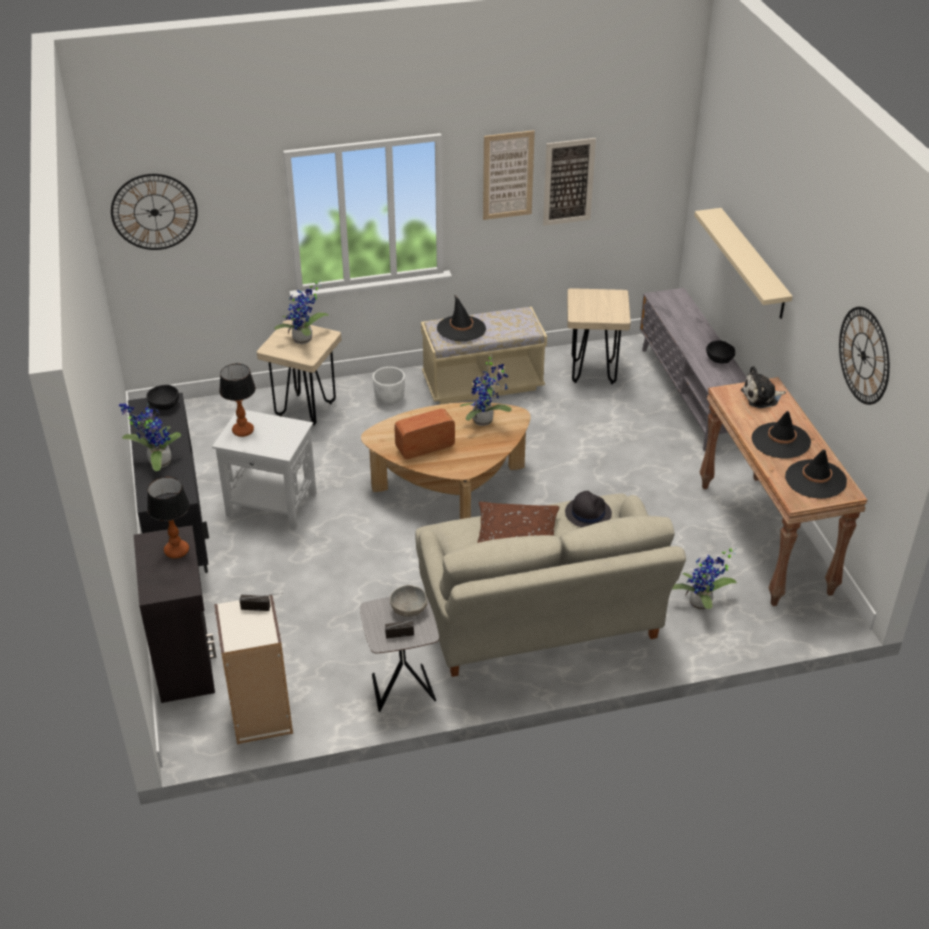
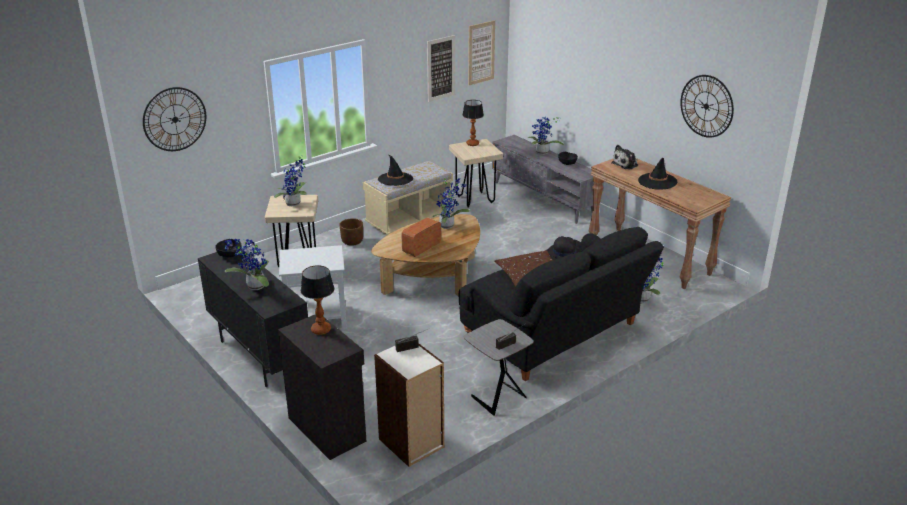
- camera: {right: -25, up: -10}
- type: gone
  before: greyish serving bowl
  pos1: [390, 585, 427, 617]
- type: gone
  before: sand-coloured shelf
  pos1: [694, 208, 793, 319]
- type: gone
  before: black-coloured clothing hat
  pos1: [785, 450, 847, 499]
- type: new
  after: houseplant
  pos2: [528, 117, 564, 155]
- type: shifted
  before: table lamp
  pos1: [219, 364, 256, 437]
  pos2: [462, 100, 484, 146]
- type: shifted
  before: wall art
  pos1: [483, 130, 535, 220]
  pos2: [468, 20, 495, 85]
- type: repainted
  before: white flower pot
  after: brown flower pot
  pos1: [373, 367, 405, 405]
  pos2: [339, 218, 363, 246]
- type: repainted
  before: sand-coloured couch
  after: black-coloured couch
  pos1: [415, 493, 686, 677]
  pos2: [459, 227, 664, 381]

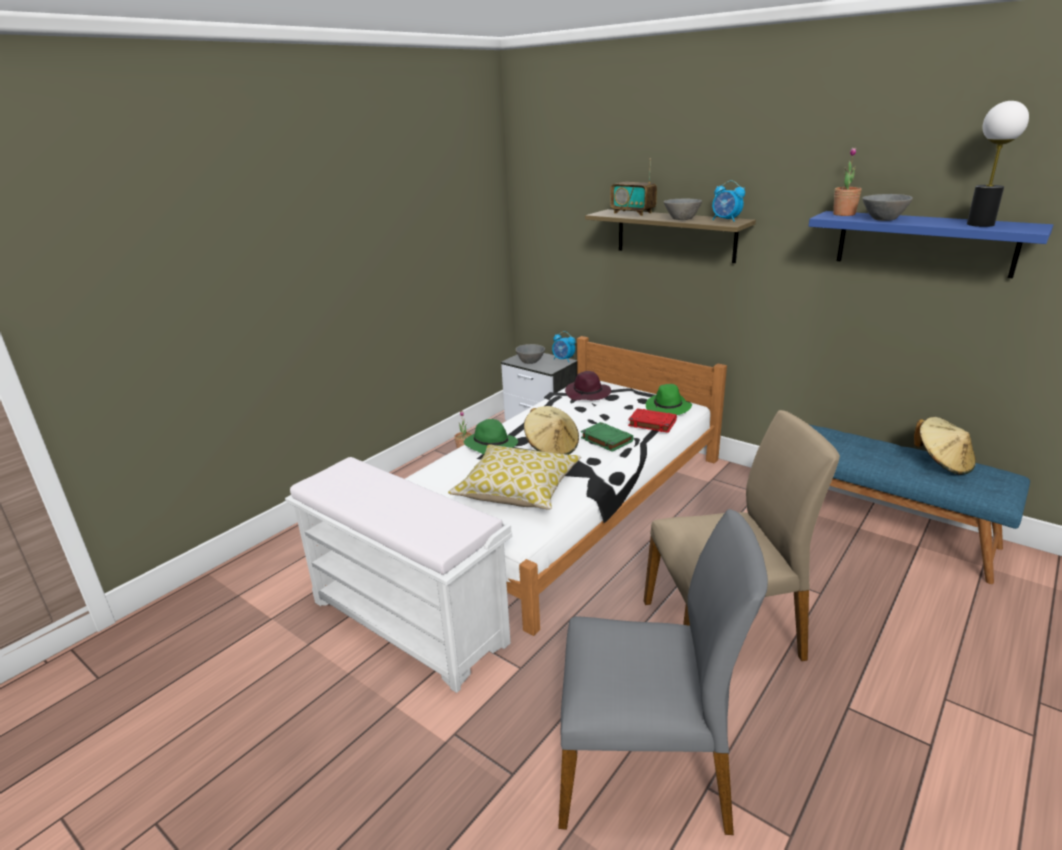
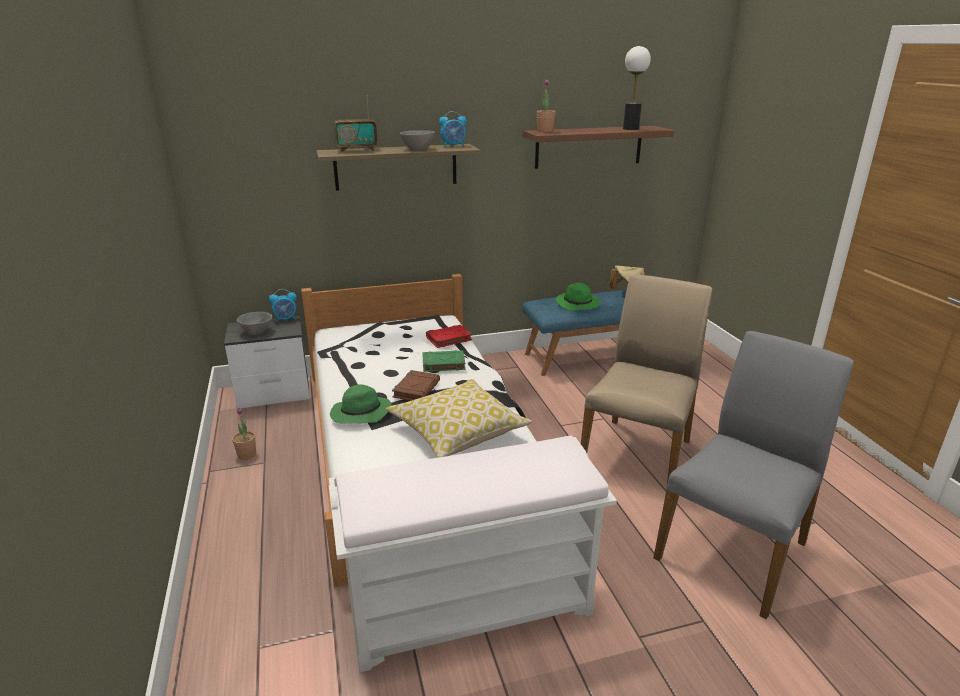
- camera: {right: -55, up: 0}
- type: gone
  before: purple clothing hat
  pos1: [565, 371, 611, 400]
- type: gone
  before: greyish serving bowl
  pos1: [862, 194, 913, 221]
- type: shifted
  before: green-coloured clothing hat
  pos1: [646, 384, 692, 415]
  pos2: [556, 283, 601, 311]
- type: swapped
  before: sand-coloured clothing hat
  after: brown bound book
  pos1: [524, 406, 579, 455]
  pos2: [392, 370, 440, 401]
- type: repainted
  before: blue-coloured shelf
  after: brown shelf
  pos1: [809, 211, 1053, 279]
  pos2: [523, 126, 674, 169]

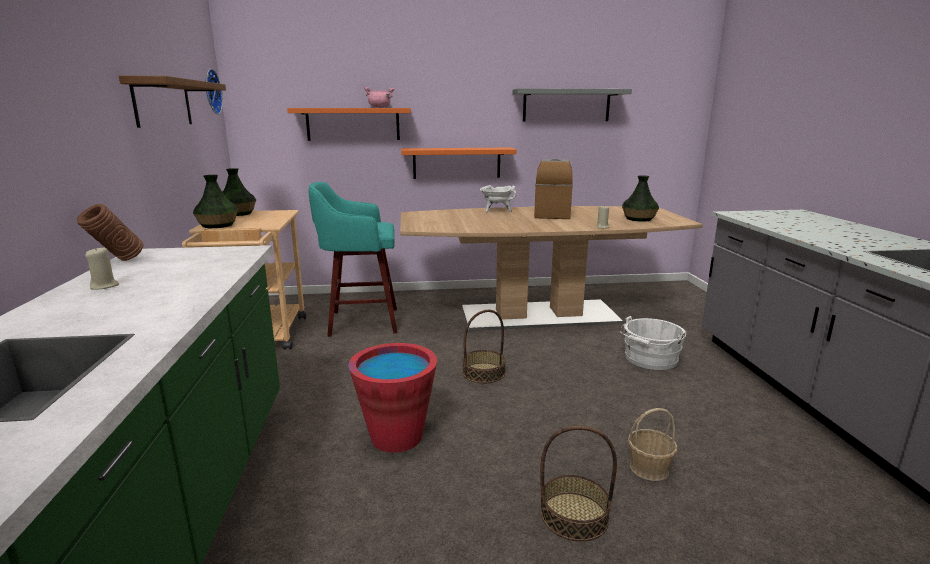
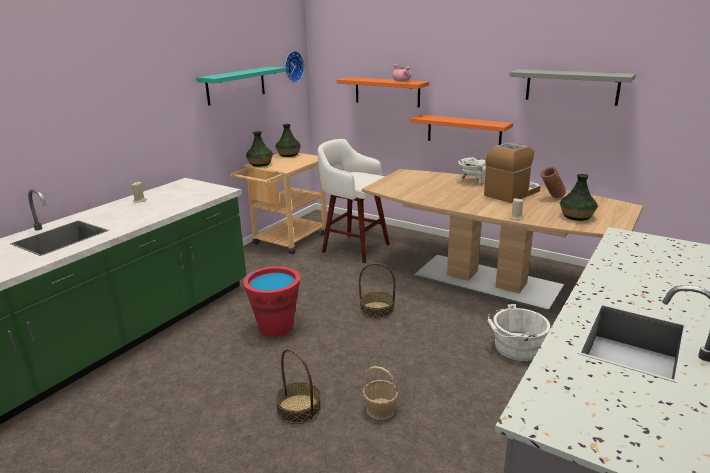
- camera: {right: 40, up: 5}
- type: shifted
  before: brown decorative vase
  pos1: [77, 204, 143, 261]
  pos2: [541, 167, 566, 198]
- type: repainted
  before: brown shelf
  after: blue-green shelf
  pos1: [119, 76, 226, 128]
  pos2: [196, 67, 286, 105]
- type: repainted
  before: blue-green sitting stool
  after: white sitting stool
  pos1: [309, 182, 397, 337]
  pos2: [318, 139, 390, 263]

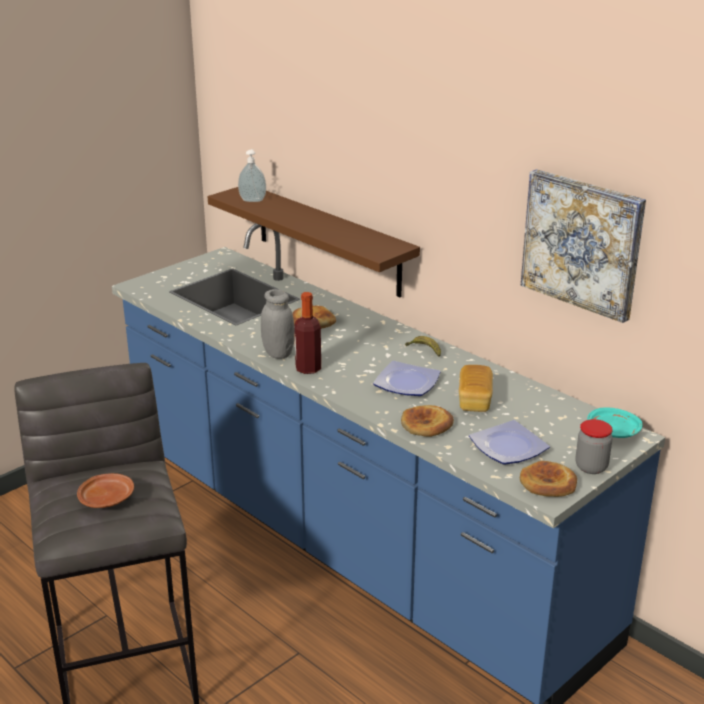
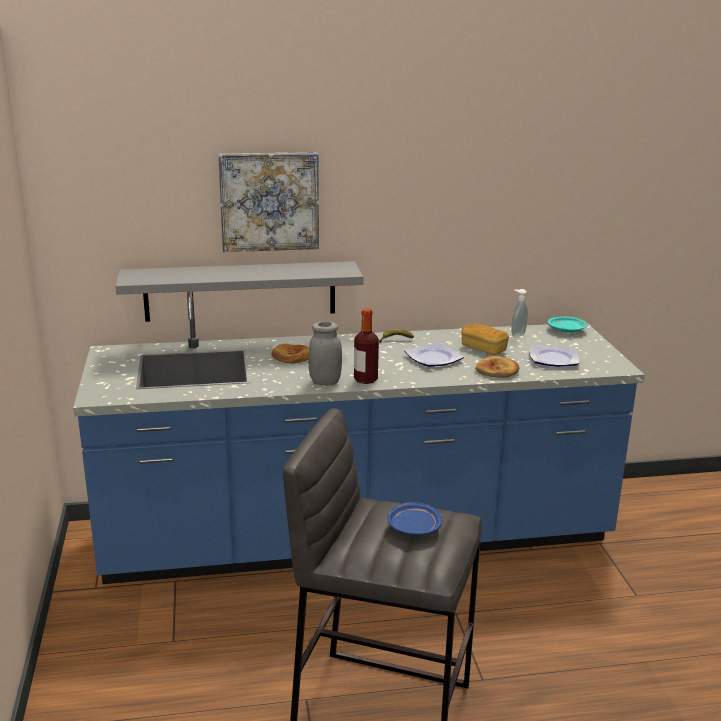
- camera: {right: -55, up: -5}
- type: gone
  before: baked bread
  pos1: [520, 461, 577, 497]
- type: gone
  before: preserve jar
  pos1: [575, 419, 613, 474]
- type: shifted
  before: soap dispenser
  pos1: [238, 149, 266, 202]
  pos2: [511, 289, 528, 338]
- type: shifted
  before: wall art
  pos1: [521, 169, 646, 323]
  pos2: [218, 152, 319, 252]
- type: repainted
  before: brown dinner plate
  after: blue-coloured dinner plate
  pos1: [77, 473, 134, 508]
  pos2: [387, 502, 442, 536]
- type: repainted
  before: brown shelf
  after: greyish shelf
  pos1: [208, 187, 420, 297]
  pos2: [115, 261, 363, 322]

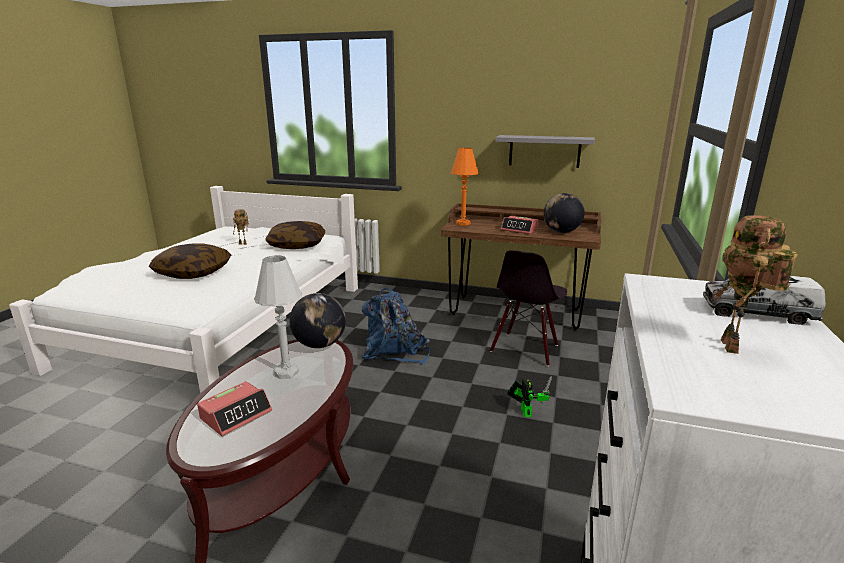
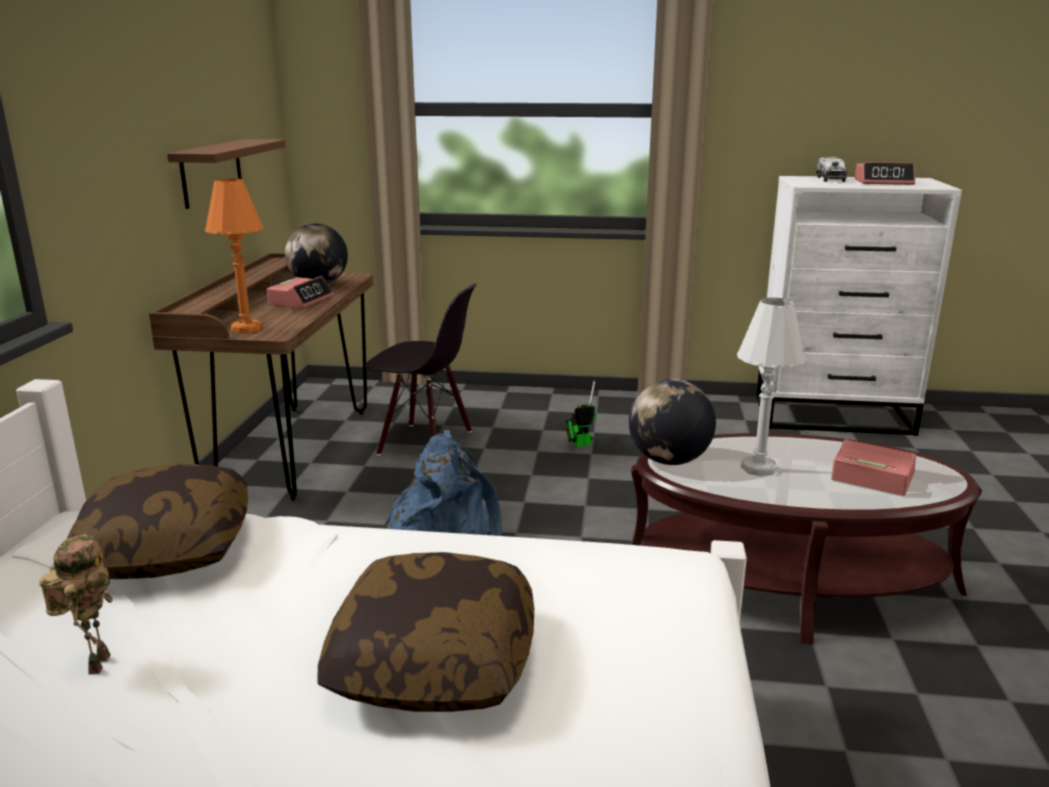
- camera: {right: -100, up: 0}
- type: swapped
  before: robot figure
  after: table clock
  pos1: [711, 215, 798, 354]
  pos2: [855, 162, 915, 185]
- type: repainted
  before: greyish shelf
  after: brown shelf
  pos1: [496, 135, 595, 168]
  pos2: [167, 139, 285, 209]

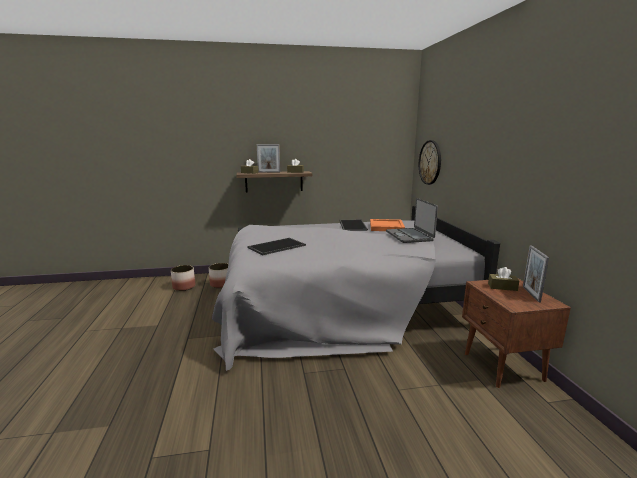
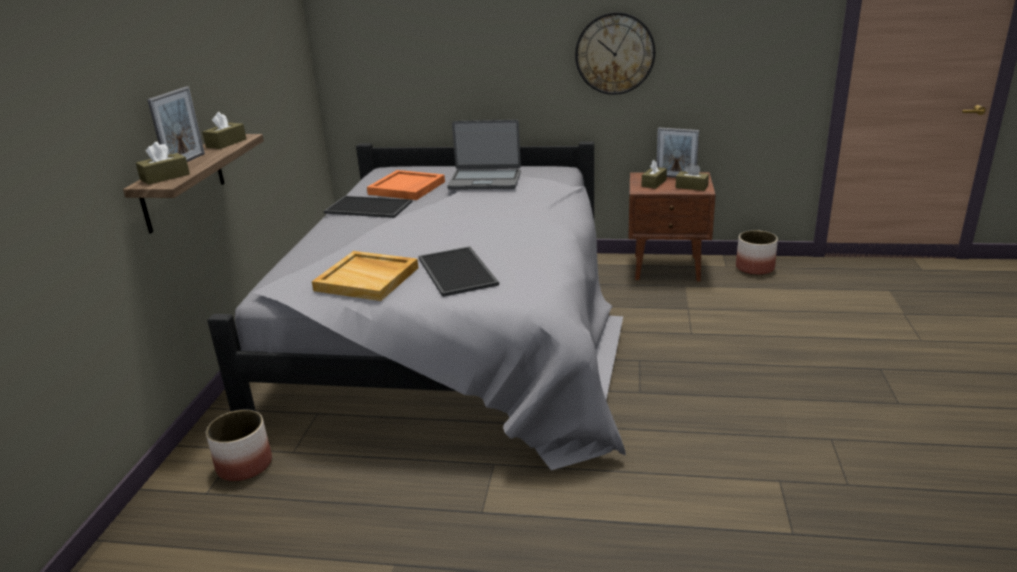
- camera: {right: -70, up: 10}
- type: new
  after: sand-coloured tray
  pos2: [312, 251, 418, 301]
- type: new
  after: brown tissue box
  pos2: [675, 163, 709, 191]
- type: shifted
  before: flower pot
  pos1: [171, 265, 195, 291]
  pos2: [736, 230, 778, 275]
- type: shifted
  before: clock on the wall
  pos1: [419, 140, 441, 185]
  pos2: [575, 12, 655, 95]

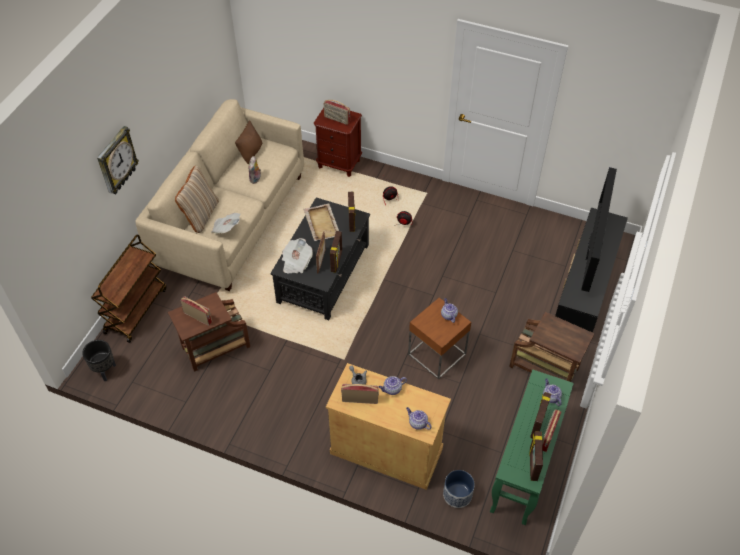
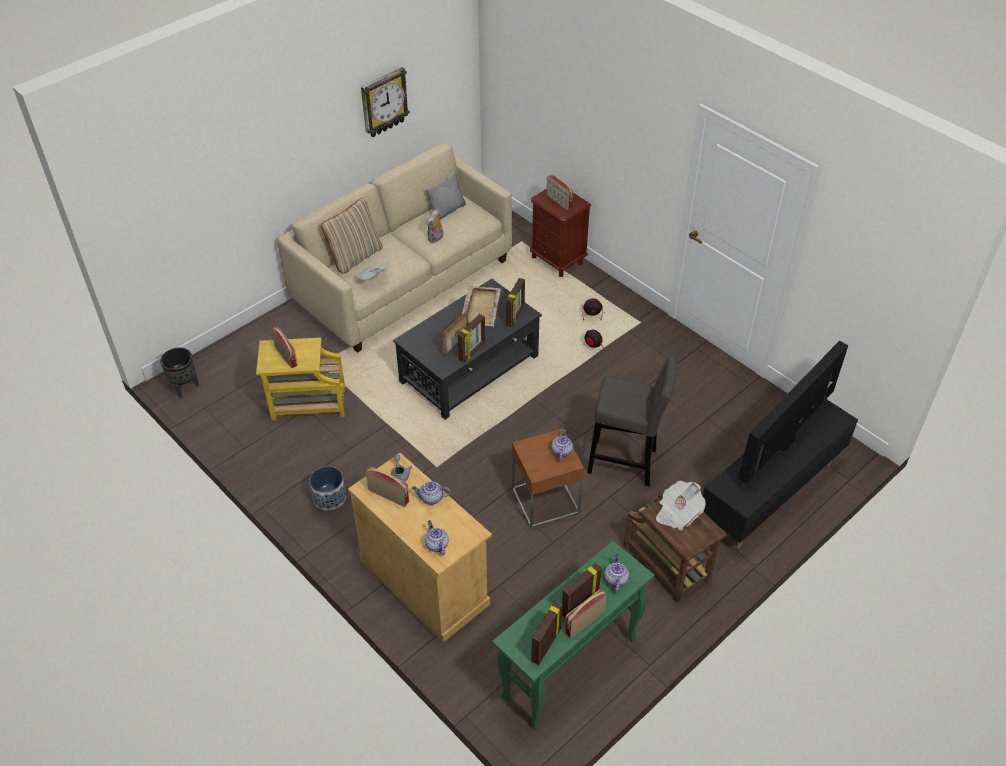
- camera: {right: 25, up: -5}
- type: gone
  before: brown wheeled cart
  pos1: [91, 234, 167, 343]
- type: new
  after: greyish sitting stool
  pos2: [587, 356, 677, 486]
- type: shifted
  before: clock on the wall
  pos1: [97, 126, 139, 194]
  pos2: [361, 67, 410, 137]
- type: shifted
  before: daily paper
  pos1: [282, 238, 313, 273]
  pos2: [656, 480, 706, 531]
- type: shifted
  before: flower pot
  pos1: [443, 470, 475, 508]
  pos2: [309, 466, 346, 510]
- type: repainted
  before: brown accent table
  after: yellowish accent table
  pos1: [168, 292, 250, 372]
  pos2: [256, 337, 345, 421]
- type: repainted
  before: brown pillow
  after: greyish pillow
  pos1: [235, 120, 262, 164]
  pos2: [426, 172, 466, 219]

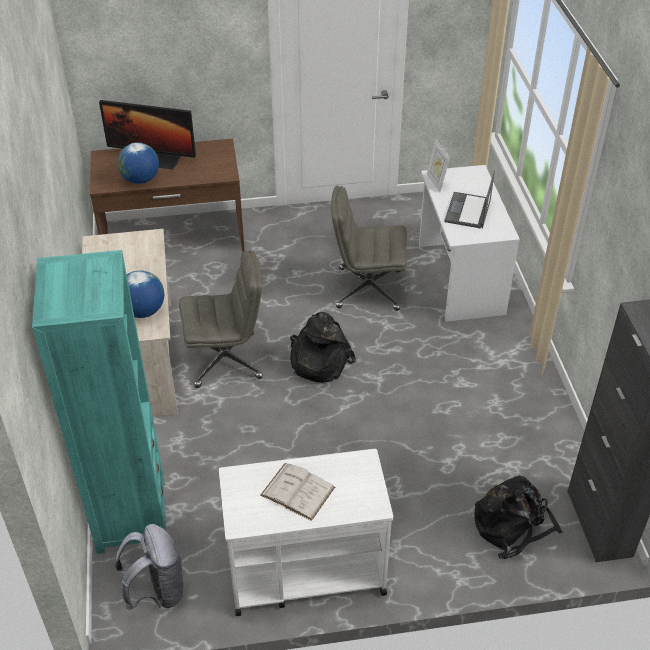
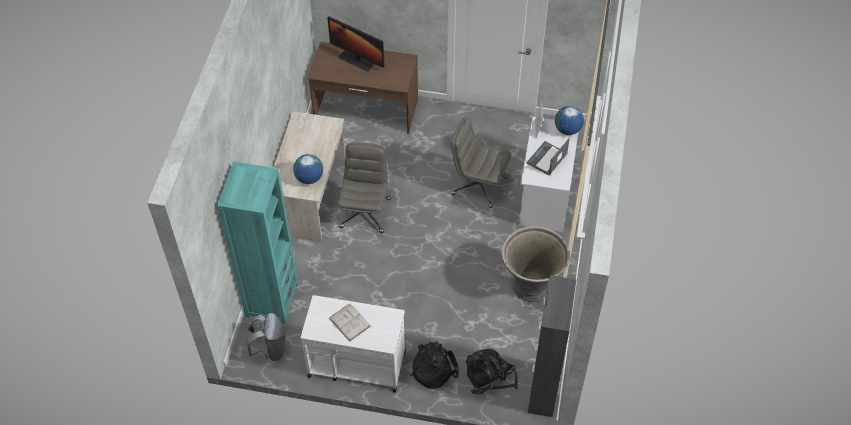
- camera: {right: 20, up: 10}
- type: new
  after: greyish flower pot
  pos2: [502, 226, 570, 302]
- type: shifted
  before: globe
  pos1: [117, 142, 159, 184]
  pos2: [555, 106, 584, 135]
- type: shifted
  before: black-coloured rucksack
  pos1: [290, 312, 356, 383]
  pos2: [410, 342, 459, 389]
- type: rotated
  before: greyish computer chair
  pos1: [179, 250, 263, 388]
  pos2: [338, 142, 391, 233]
  turn: -90

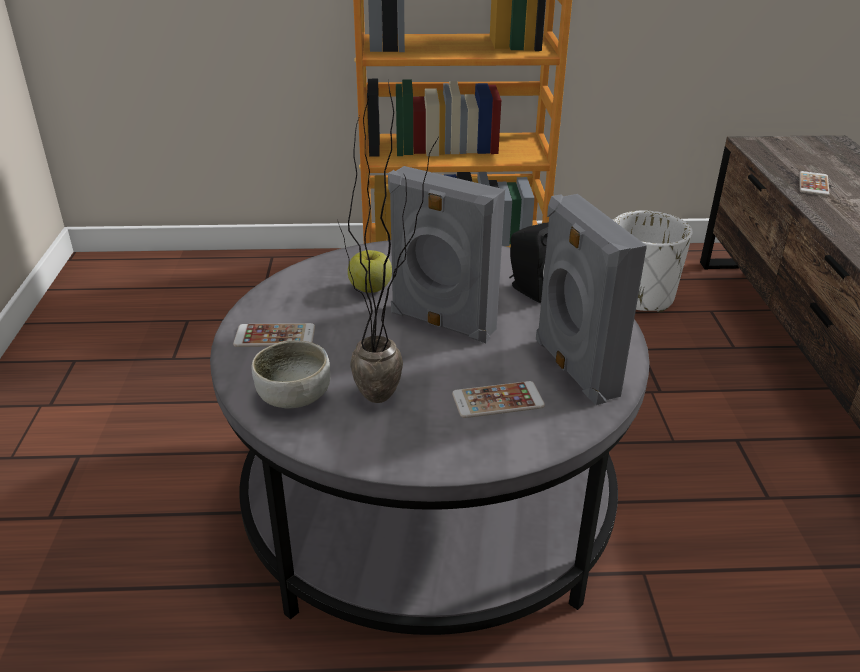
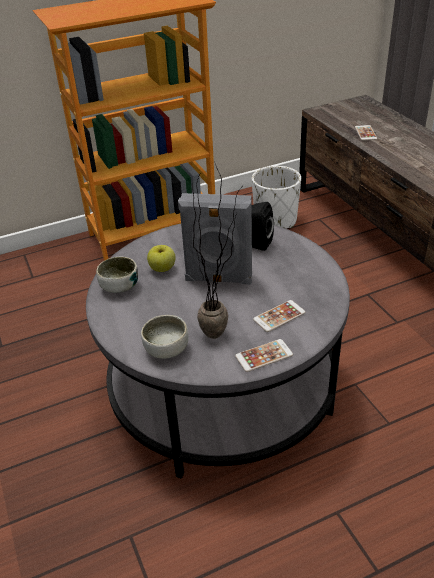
- camera: {right: -20, up: 5}
- type: gone
  before: greyish speaker
  pos1: [536, 194, 647, 405]
- type: new
  after: serving bowl
  pos2: [96, 257, 138, 293]
- type: shifted
  before: telephone
  pos1: [233, 323, 315, 347]
  pos2: [235, 339, 293, 372]

